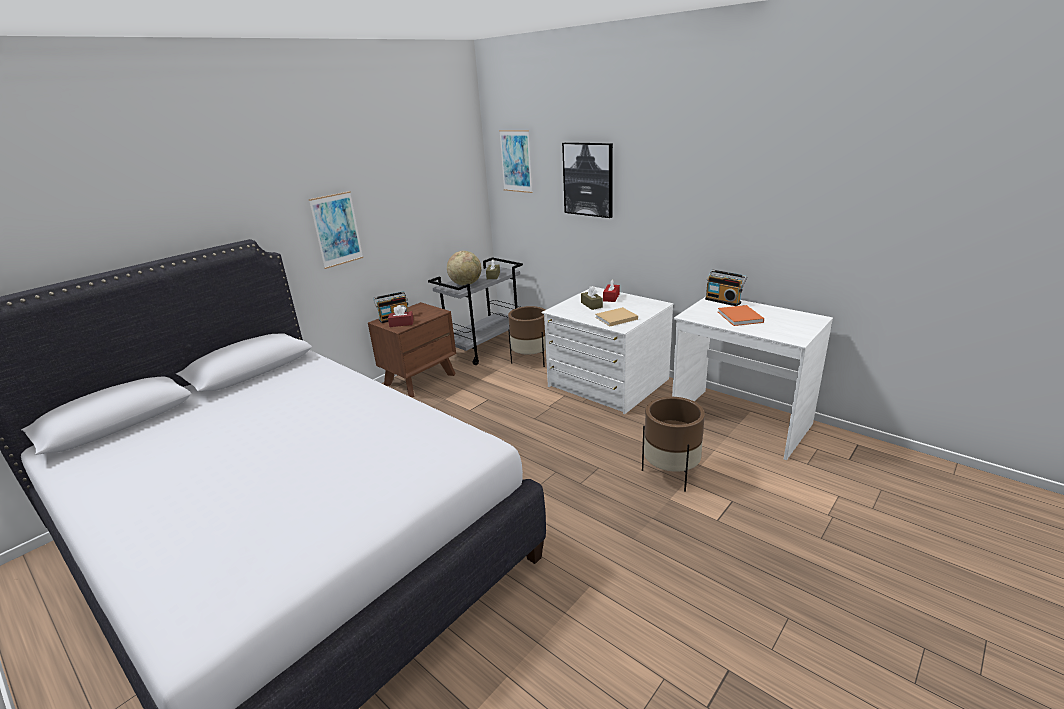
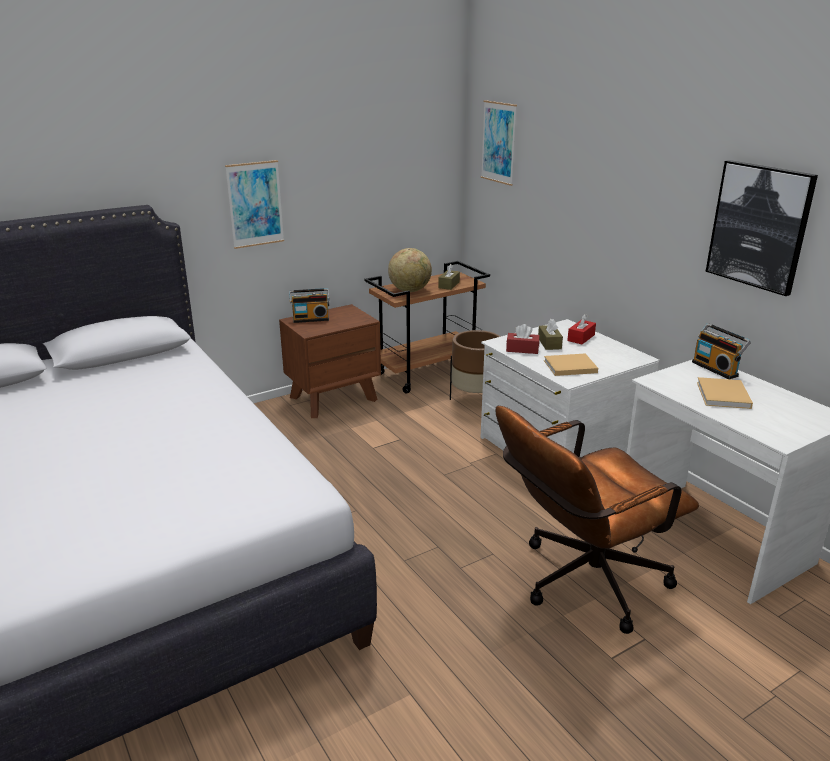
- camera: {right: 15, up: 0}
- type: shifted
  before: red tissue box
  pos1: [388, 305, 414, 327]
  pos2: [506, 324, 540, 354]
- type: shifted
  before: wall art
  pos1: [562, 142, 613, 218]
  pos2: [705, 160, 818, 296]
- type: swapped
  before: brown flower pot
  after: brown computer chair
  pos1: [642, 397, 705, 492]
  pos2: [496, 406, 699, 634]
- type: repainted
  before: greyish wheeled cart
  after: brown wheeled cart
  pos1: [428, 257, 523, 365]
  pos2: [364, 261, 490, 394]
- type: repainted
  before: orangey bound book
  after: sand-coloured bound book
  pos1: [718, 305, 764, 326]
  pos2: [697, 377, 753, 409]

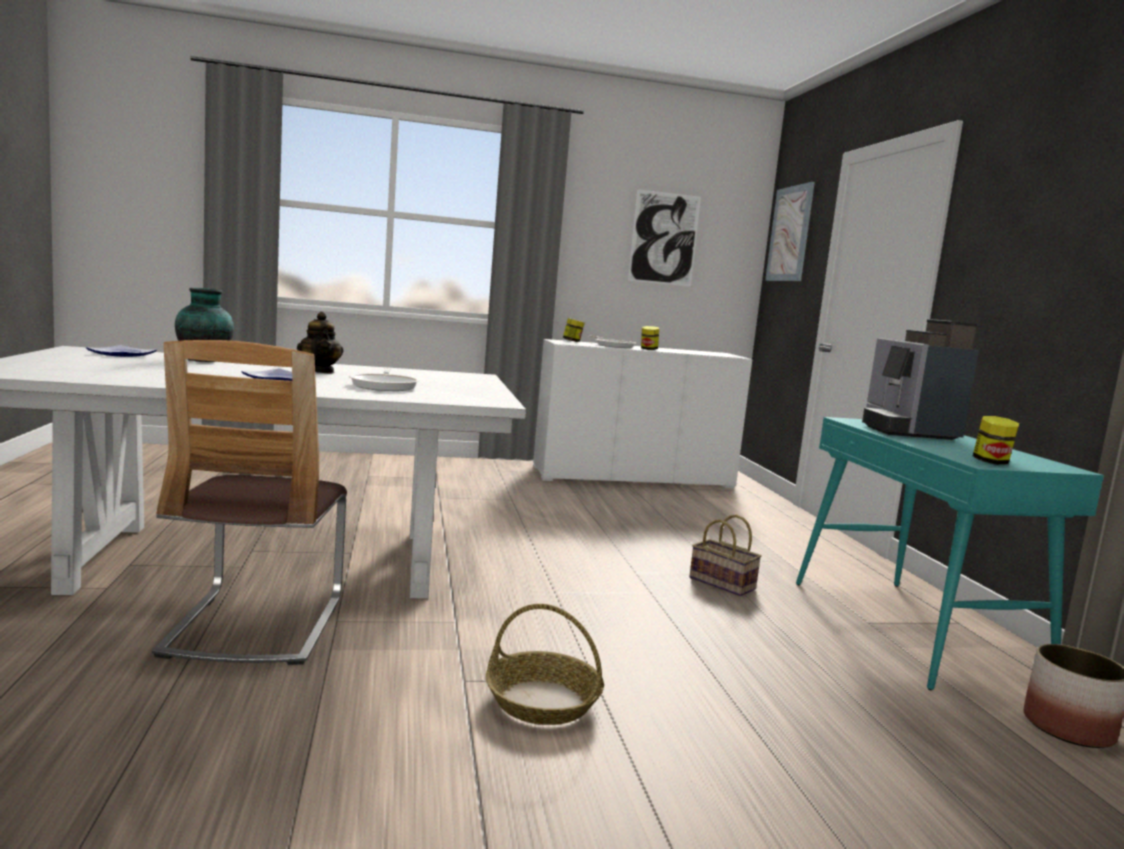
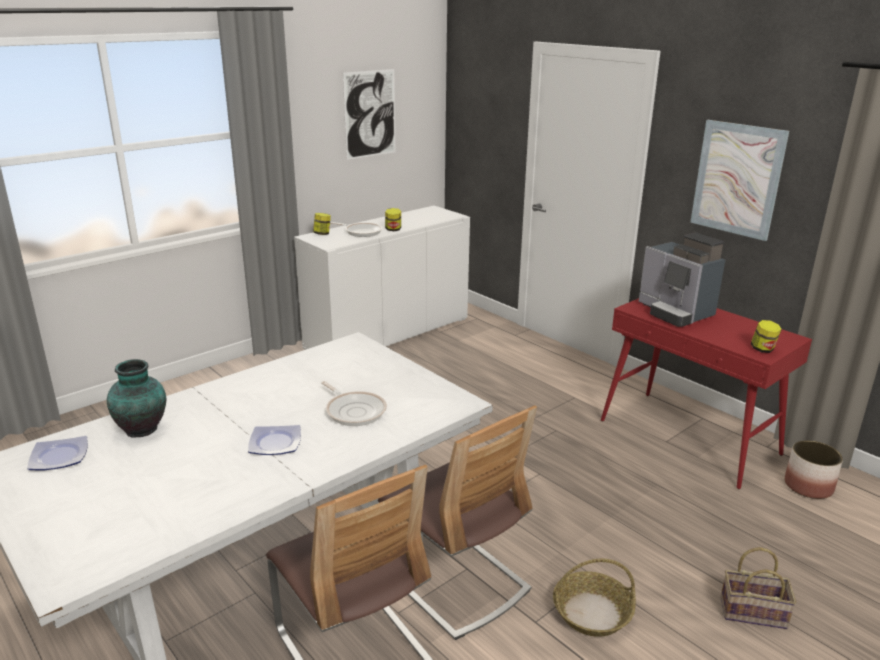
- camera: {right: -30, up: 15}
- type: gone
  before: tea pot
  pos1: [297, 312, 343, 373]
- type: new
  after: plain chair
  pos2: [378, 405, 537, 640]
- type: shifted
  before: basket
  pos1: [689, 514, 762, 596]
  pos2: [721, 547, 796, 629]
- type: shifted
  before: wall art
  pos1: [765, 182, 815, 281]
  pos2: [690, 120, 789, 241]
- type: repainted
  before: blue-green narrow table
  after: red narrow table
  pos1: [796, 417, 1104, 690]
  pos2: [601, 298, 812, 489]

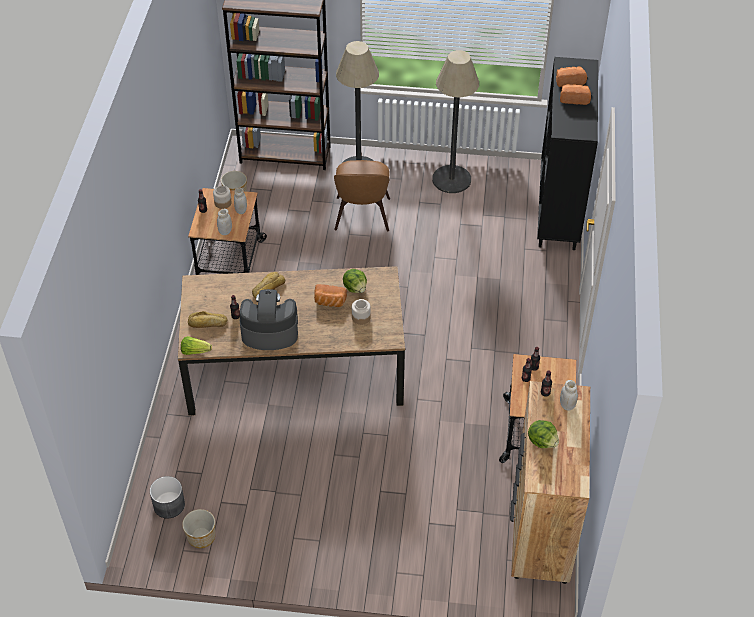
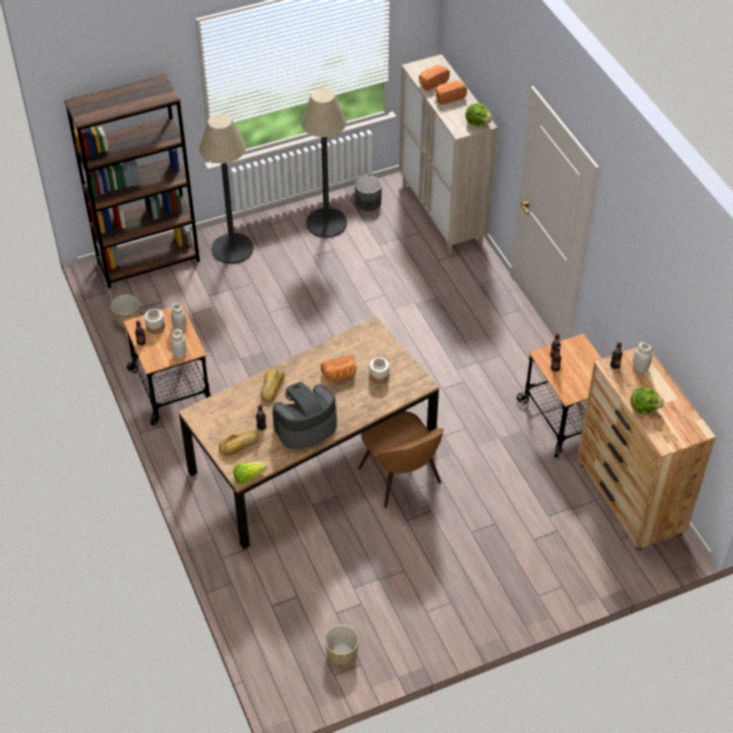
- camera: {right: -30, up: 0}
- type: shifted
  before: greyish flower pot
  pos1: [150, 476, 185, 518]
  pos2: [355, 176, 382, 211]
- type: shifted
  before: brown plain chair
  pos1: [334, 160, 390, 232]
  pos2: [358, 411, 444, 508]
- type: shifted
  before: lettuce head
  pos1: [343, 269, 367, 293]
  pos2: [466, 103, 492, 126]
- type: repainted
  before: black-coloured storage cabinet
  after: sand-coloured storage cabinet
  pos1: [537, 57, 598, 250]
  pos2: [399, 54, 498, 254]

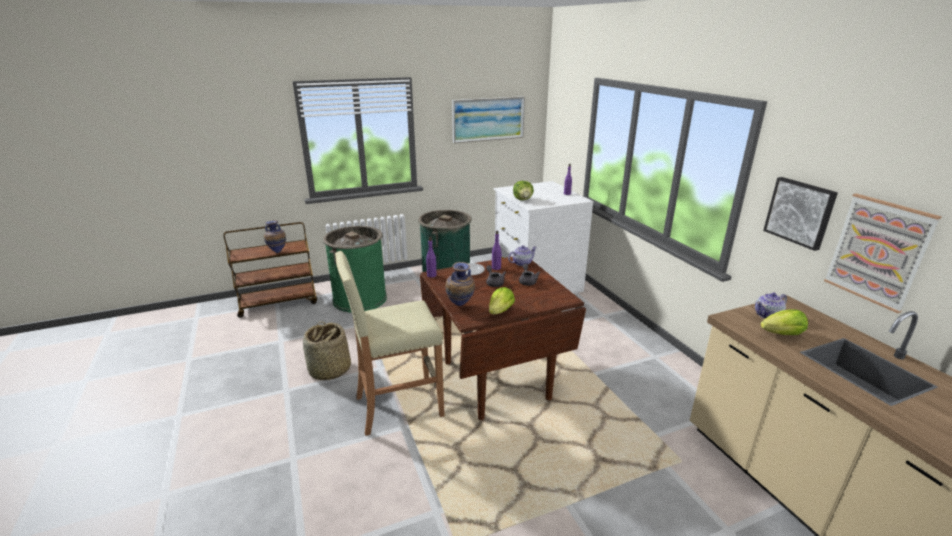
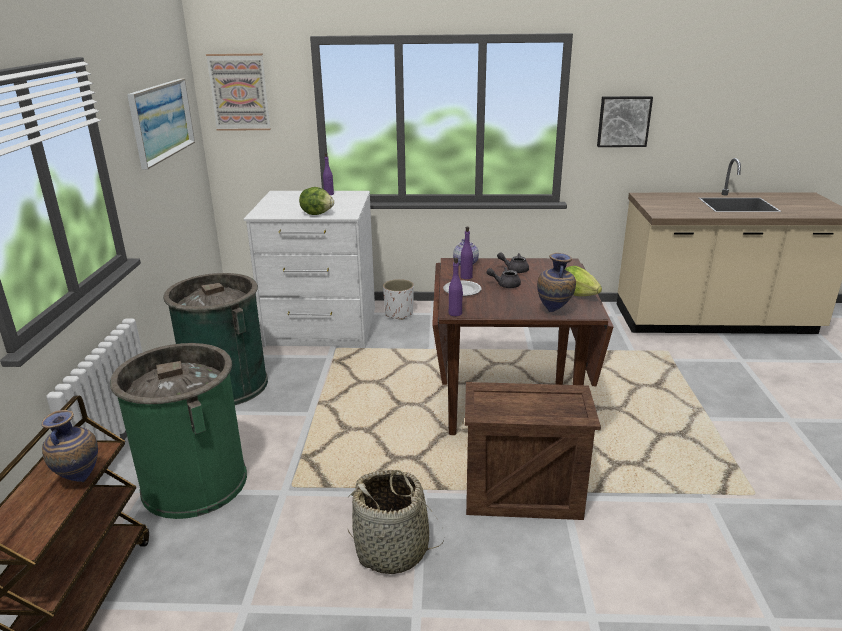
- camera: {right: -65, up: 0}
- type: gone
  before: tea pot
  pos1: [755, 293, 787, 319]
- type: gone
  before: lettuce head
  pos1: [760, 309, 808, 335]
- type: new
  after: white flower pot
  pos2: [383, 279, 414, 320]
- type: shifted
  before: wall art
  pos1: [824, 194, 941, 313]
  pos2: [206, 54, 271, 131]
- type: swapped
  before: sand-coloured sitting stool
  after: shipping crate
  pos1: [335, 251, 444, 436]
  pos2: [465, 382, 601, 520]

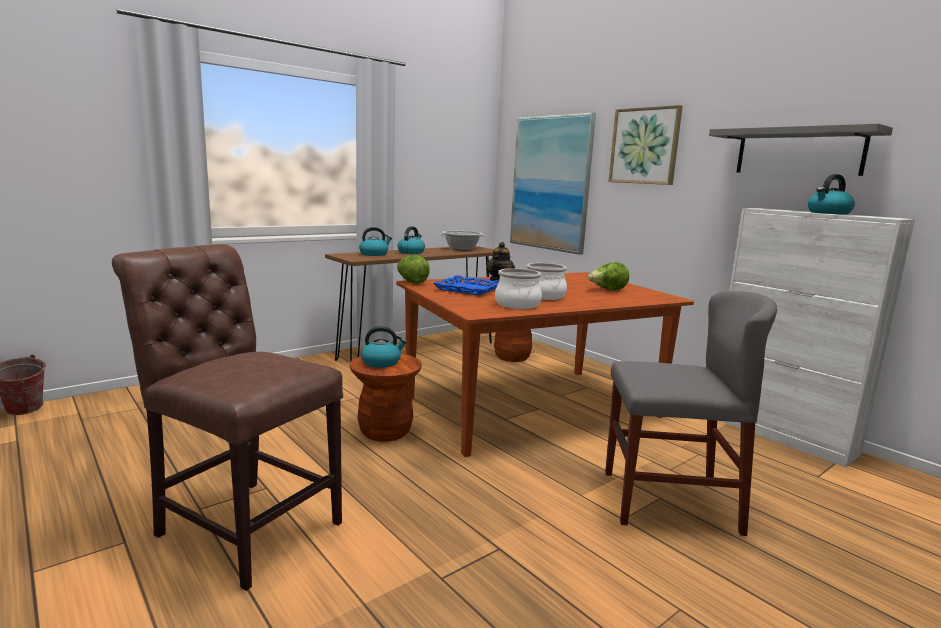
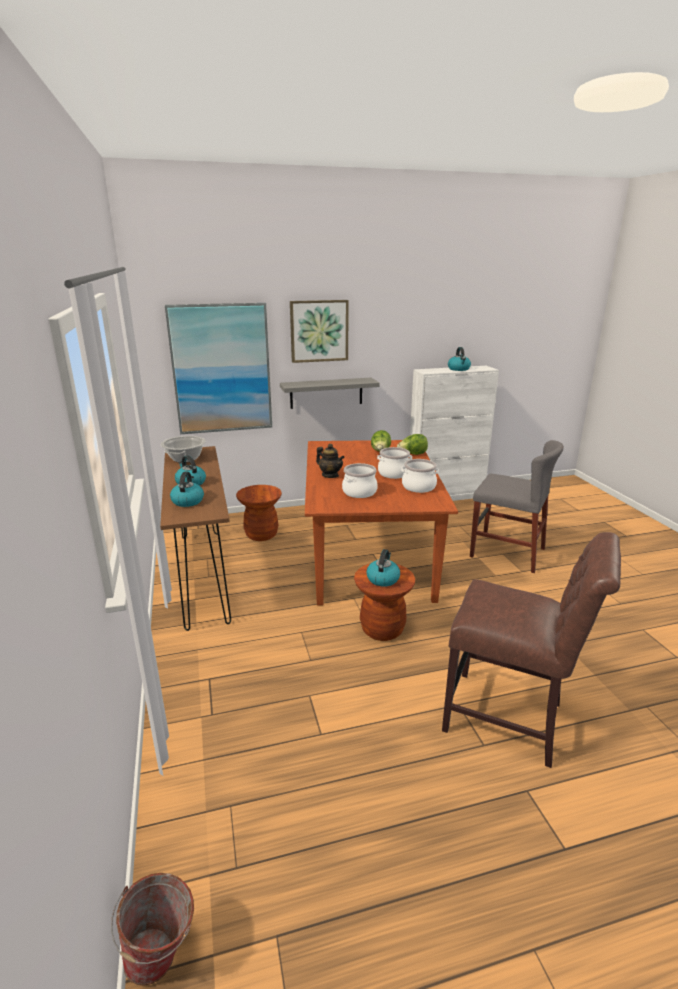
- camera: {right: -65, up: 10}
- type: shifted
  before: lettuce head
  pos1: [397, 255, 430, 284]
  pos2: [397, 434, 428, 455]
- type: shifted
  before: greyish shelf
  pos1: [709, 123, 893, 176]
  pos2: [280, 378, 380, 409]
- type: swapped
  before: blue-coloured tray
  after: cooking pot
  pos1: [433, 275, 499, 296]
  pos2: [342, 463, 378, 498]
- type: rotated
  before: brown plain chair
  pos1: [112, 244, 343, 591]
  pos2: [442, 532, 621, 768]
  turn: -120
- type: rotated
  before: greyish plain chair
  pos1: [605, 291, 777, 536]
  pos2: [470, 440, 564, 573]
  turn: 90

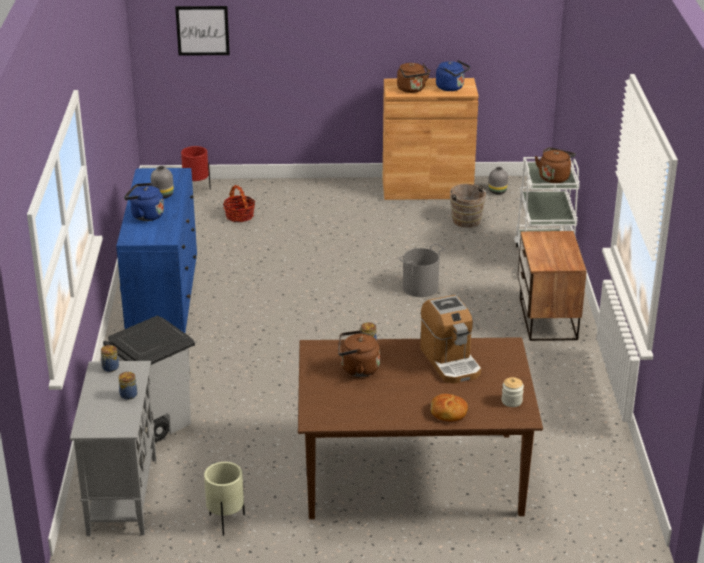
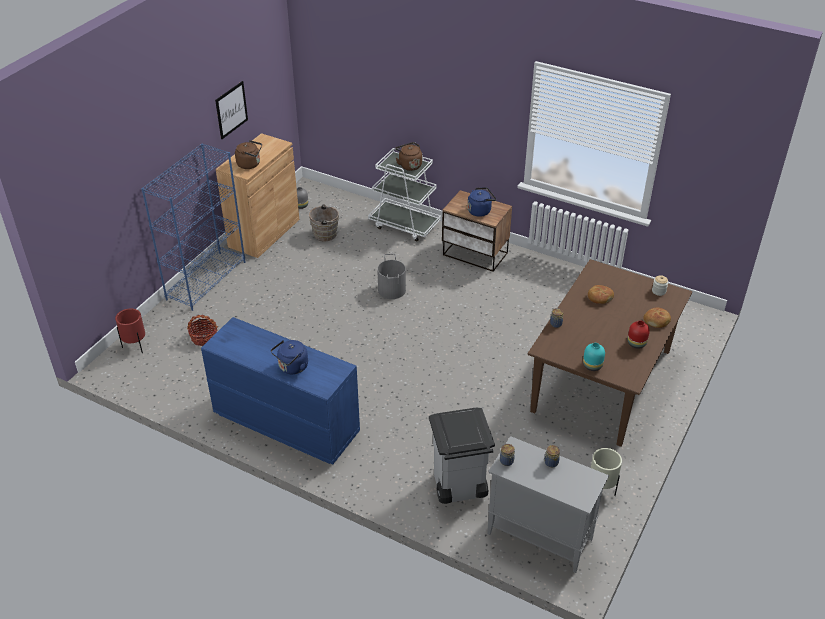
- camera: {right: -60, up: 10}
- type: gone
  before: greyish decorative vase
  pos1: [151, 166, 174, 198]
- type: gone
  before: brown tea kettle
  pos1: [338, 330, 380, 377]
- type: new
  after: blue-coloured bookshelf
  pos2: [141, 143, 245, 311]
- type: new
  after: blue-green decorative vase
  pos2: [583, 343, 605, 371]
- type: new
  after: red decorative vase
  pos2: [627, 321, 650, 349]
- type: shifted
  before: wall art
  pos1: [175, 6, 230, 56]
  pos2: [215, 81, 248, 139]
- type: shifted
  before: blue-coloured tea kettle
  pos1: [436, 60, 470, 91]
  pos2: [467, 187, 496, 217]
- type: swapped
  before: coffee brewer
  after: baked bread
  pos1: [420, 295, 481, 384]
  pos2: [588, 285, 614, 304]

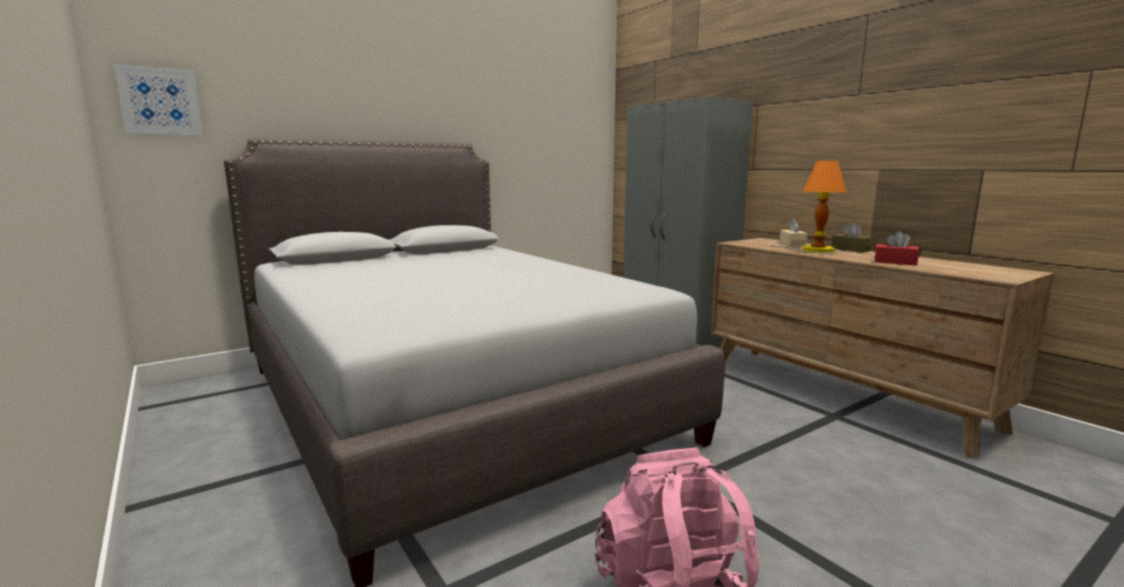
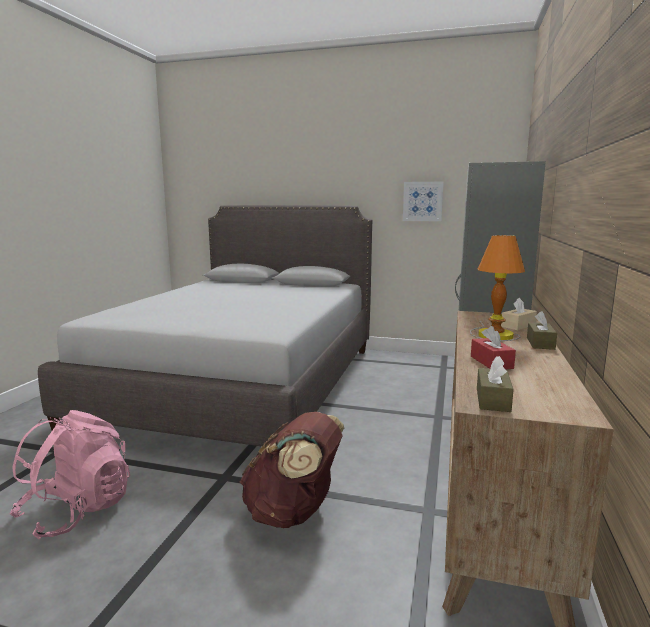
- camera: {right: 50, up: 0}
- type: new
  after: brown rucksack
  pos2: [240, 412, 344, 528]
- type: new
  after: brown tissue box
  pos2: [477, 356, 514, 412]
- type: shifted
  before: wall art
  pos1: [114, 64, 203, 136]
  pos2: [403, 182, 443, 221]

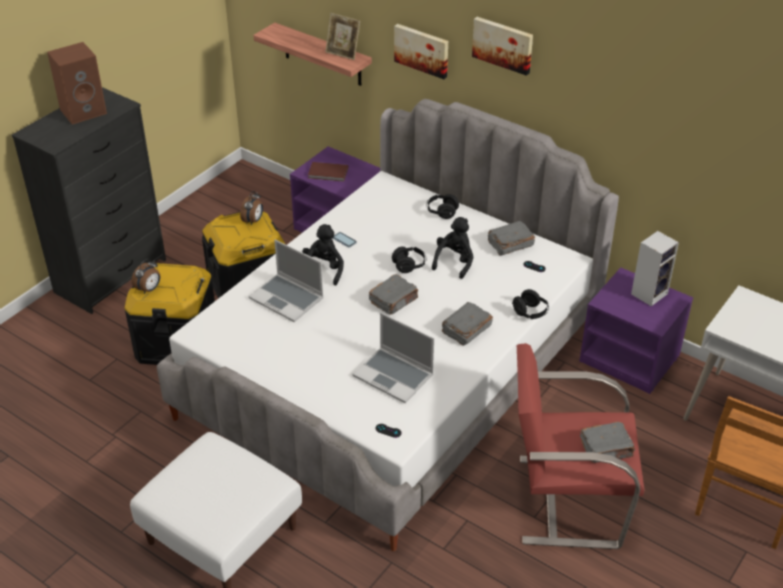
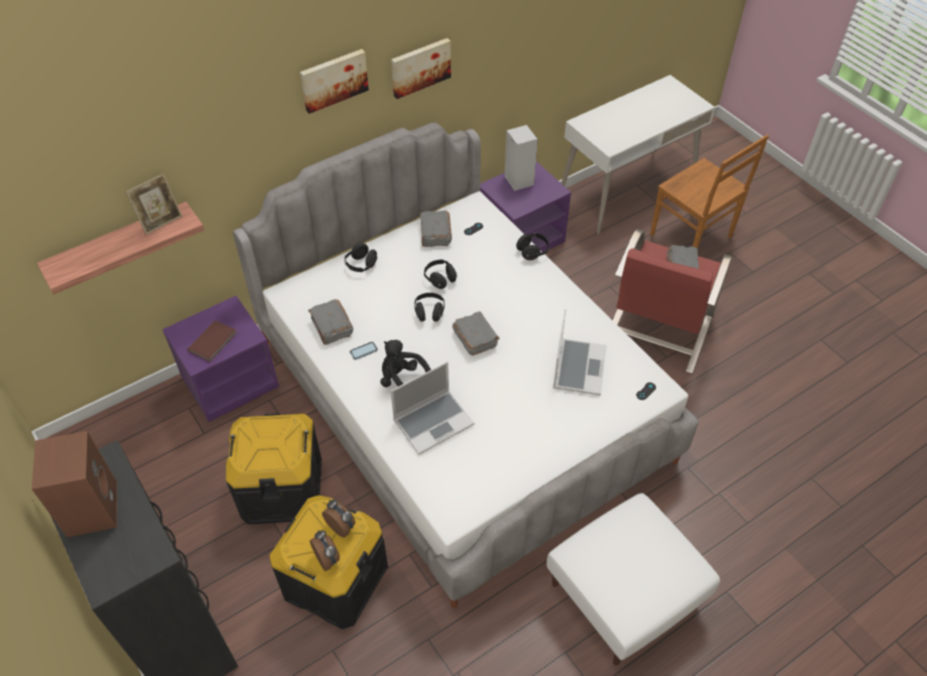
- camera: {right: -70, up: 10}
- type: shifted
  before: table clock
  pos1: [240, 191, 263, 225]
  pos2: [322, 500, 355, 538]
- type: shifted
  before: wall art
  pos1: [394, 24, 448, 79]
  pos2: [391, 38, 451, 99]
- type: shifted
  before: greyish bound book
  pos1: [442, 302, 493, 346]
  pos2: [308, 299, 353, 345]
- type: swapped
  before: black-coloured cuddly toy
  after: black-coloured headset
  pos1: [432, 217, 473, 279]
  pos2: [424, 260, 457, 289]
- type: rotated
  before: notebook computer
  pos1: [353, 313, 434, 403]
  pos2: [553, 309, 607, 395]
  turn: -45

